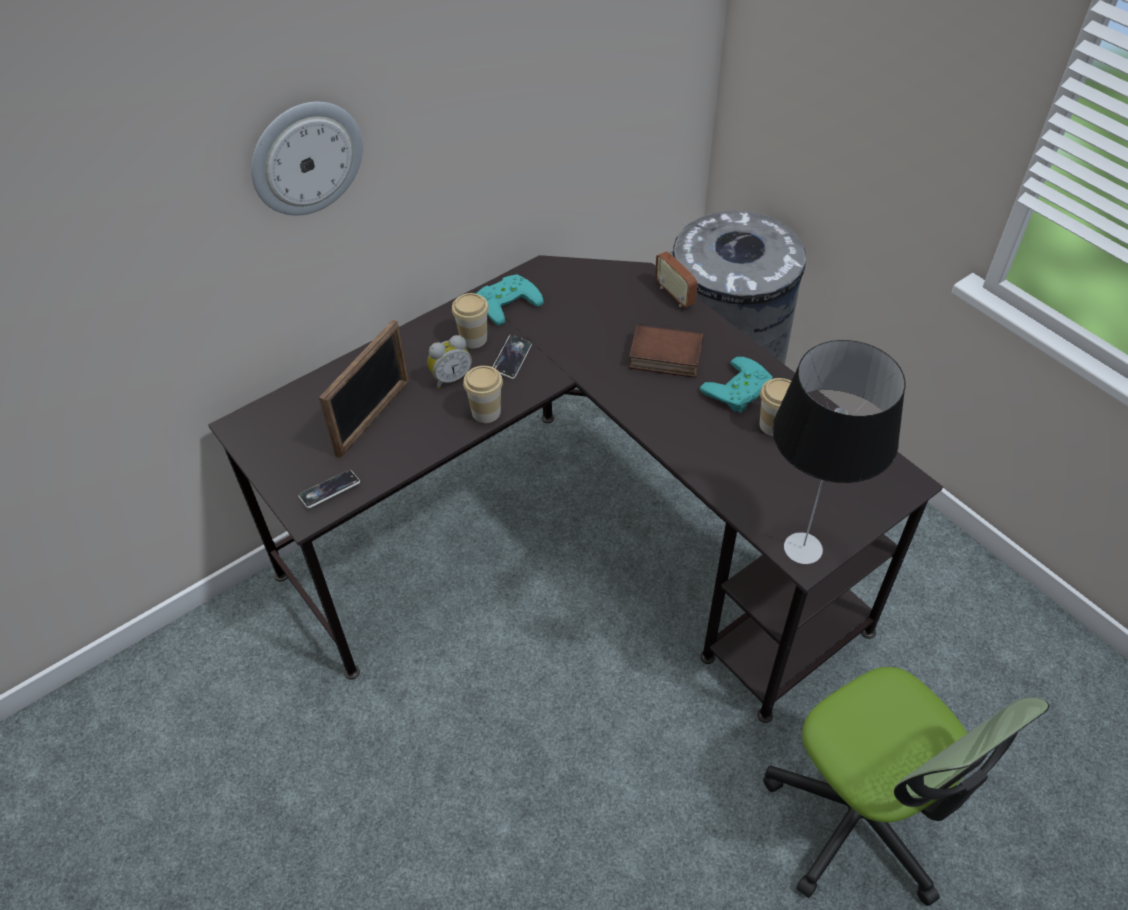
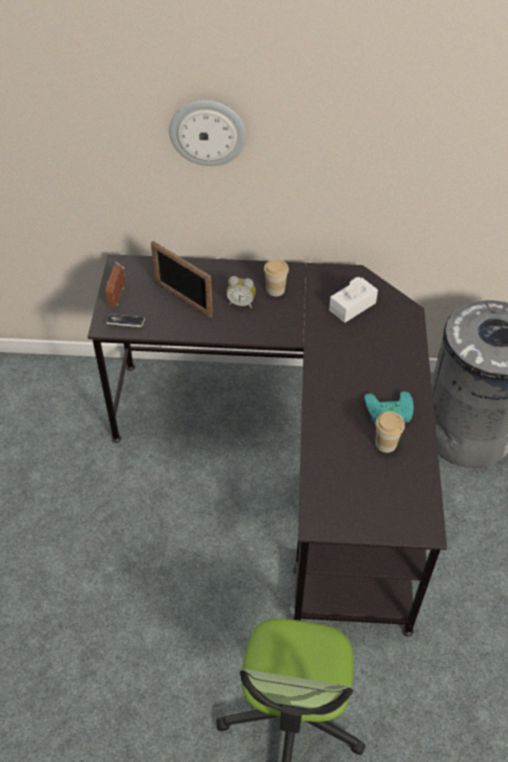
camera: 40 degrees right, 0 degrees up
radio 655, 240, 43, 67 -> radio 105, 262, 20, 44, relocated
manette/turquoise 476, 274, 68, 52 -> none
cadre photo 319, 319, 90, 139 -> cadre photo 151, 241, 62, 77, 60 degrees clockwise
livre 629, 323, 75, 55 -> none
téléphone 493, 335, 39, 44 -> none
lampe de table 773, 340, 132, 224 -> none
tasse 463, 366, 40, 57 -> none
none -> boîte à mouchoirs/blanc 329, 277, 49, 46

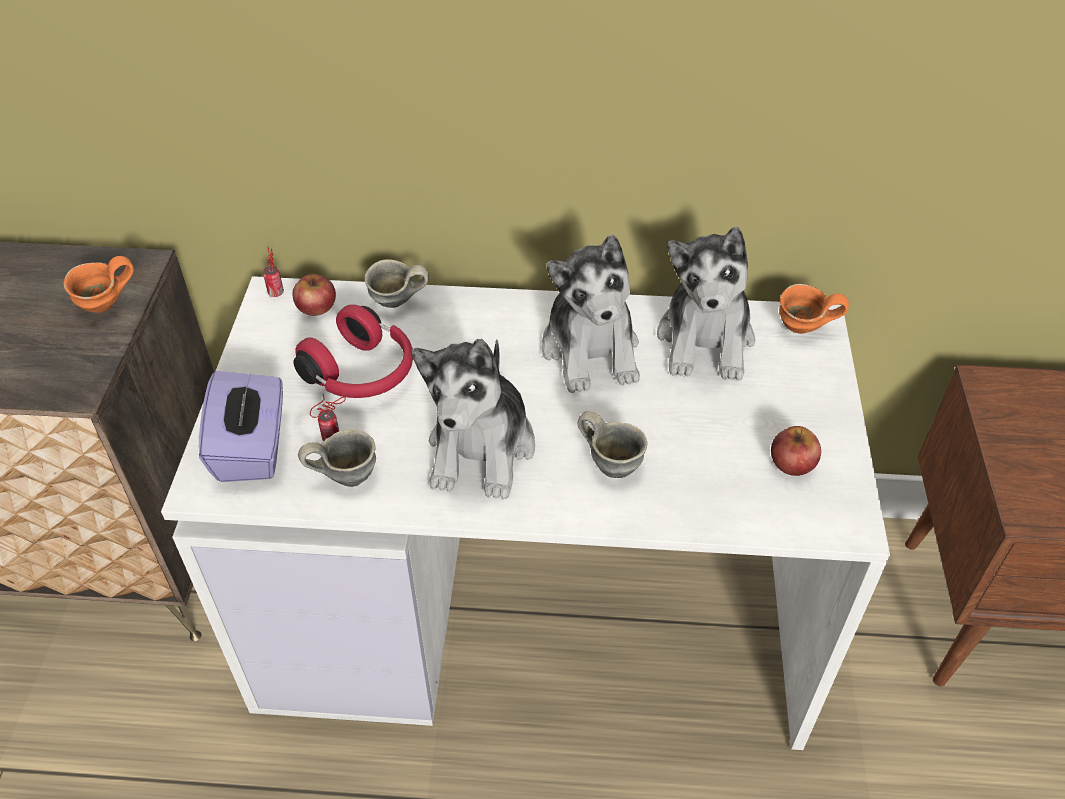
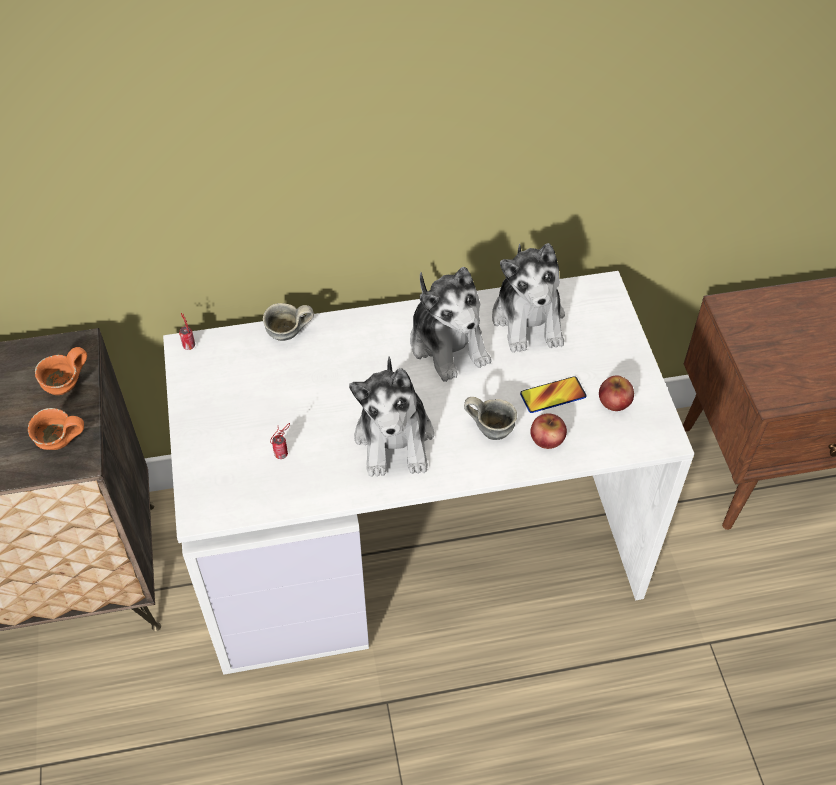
camera: 15 degrees left, 5 degrees up
pomme 293, 274, 43, 42 -> pomme 530, 413, 37, 36, relocated
mug/orange 779, 284, 70, 50 -> mug/orange 28, 408, 56, 42, relocated
casque audio/rouge 293, 304, 120, 94 -> none
boîte à mouchoirs/violet 199, 371, 84, 111 -> none
mug/gris 298, 429, 78, 58 -> none
none -> téléphone 520, 376, 67, 37

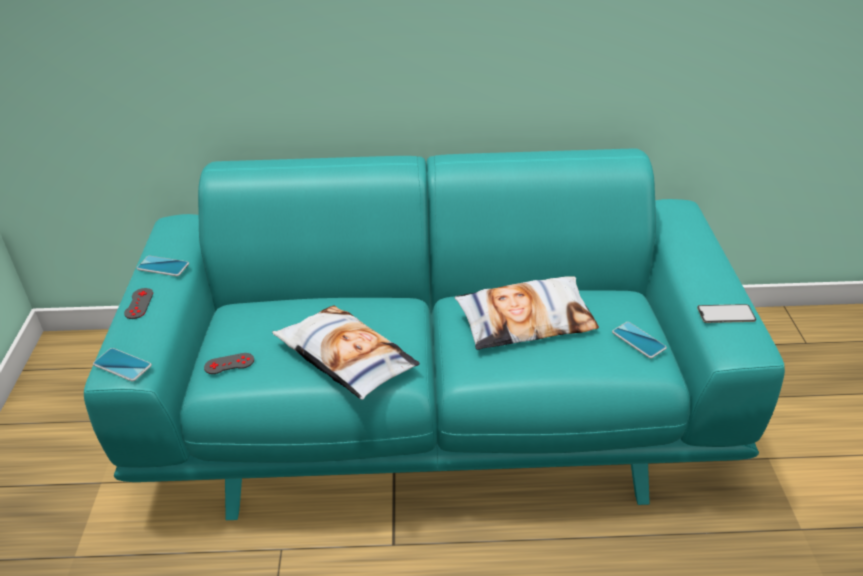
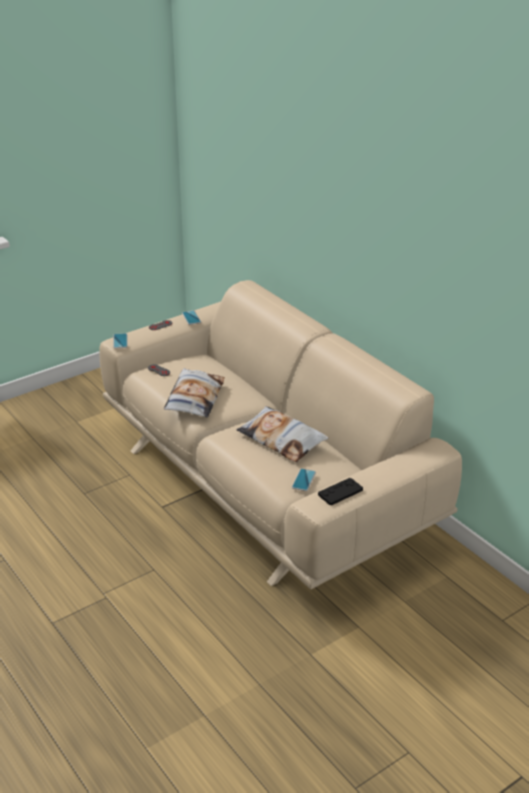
camera: 55 degrees right, 5 degrees down
canapé/turquoise 84, 148, 701, 372 -> canapé/beige 99, 280, 363, 309
téléphone 697, 304, 59, 19 -> manette/noir 318, 478, 45, 27

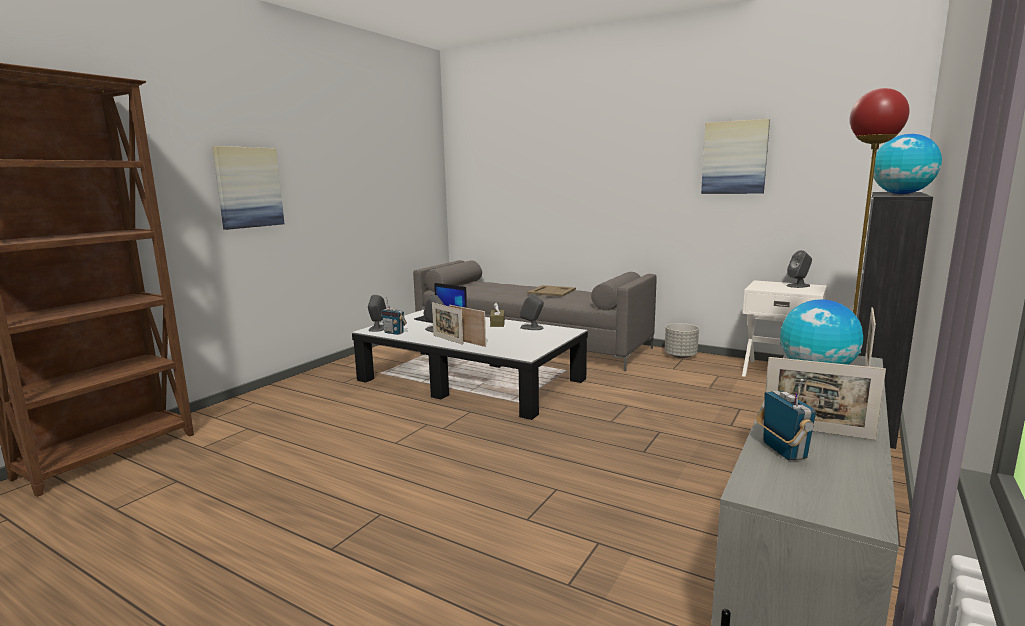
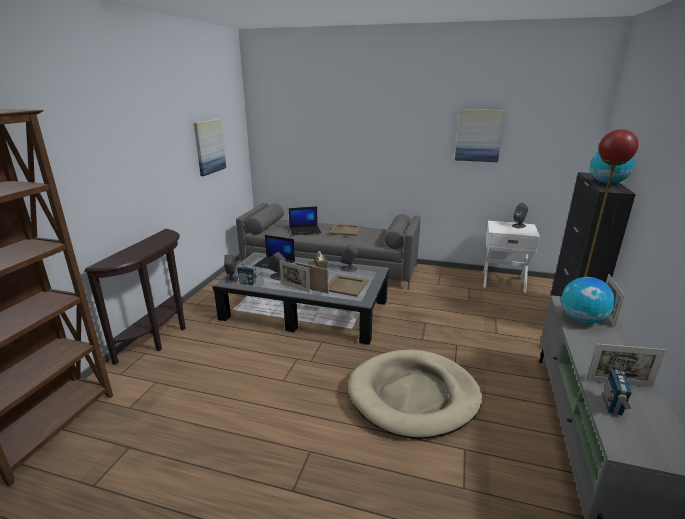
camera: 15 degrees left, 10 degrees up
tableau 212, 146, 72, 84 -> tableau 194, 119, 32, 57, relocated
cache-pot/gris 665, 323, 34, 35 -> none
radio 756, 379, 60, 81 -> radio 603, 357, 29, 59, 135 degrees counterclockwise
none -> ordinateur portable 289, 206, 32, 30
none -> table console/marron 84, 229, 102, 136
none -> plateau/beige 328, 274, 41, 23
none -> panier pour chien/beige 349, 350, 134, 89

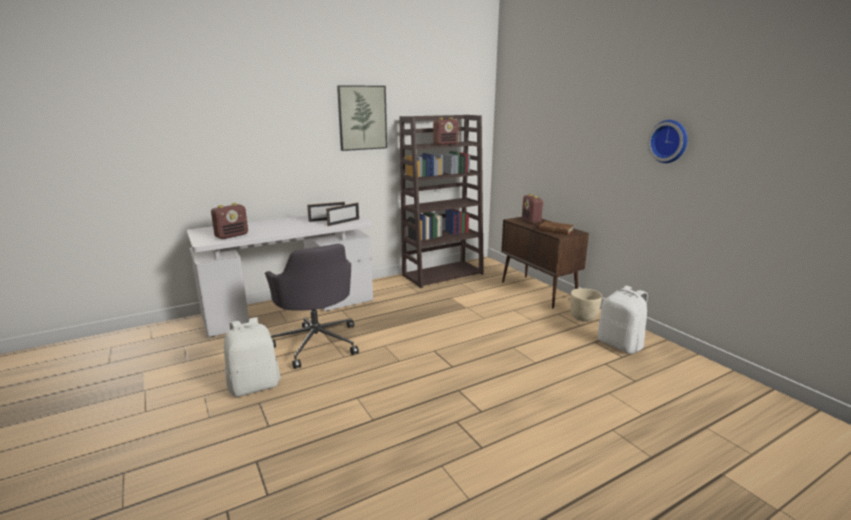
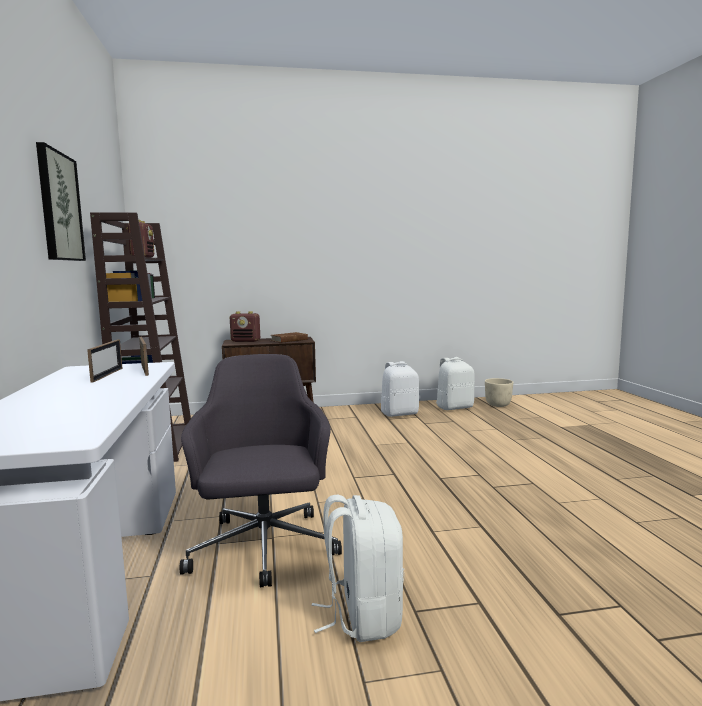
camera: 70 degrees left, 10 degrees down
horloge murale 648, 120, 40, 43 -> none
radio 211, 203, 37, 36 -> none
chaise de bureau/gris 265, 243, 94, 126 -> chaise de bureau/gris 180, 354, 162, 233, 90 degrees counterclockwise
cache-pot/beige 570, 288, 32, 34 -> cache-pot/beige 485, 378, 29, 29, relocated
none -> sac à dos/blanc 436, 357, 39, 53

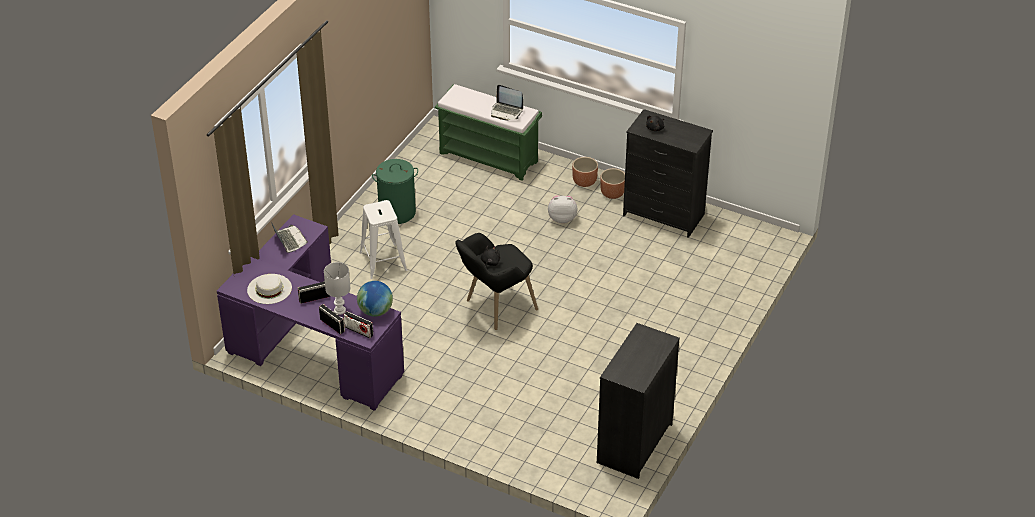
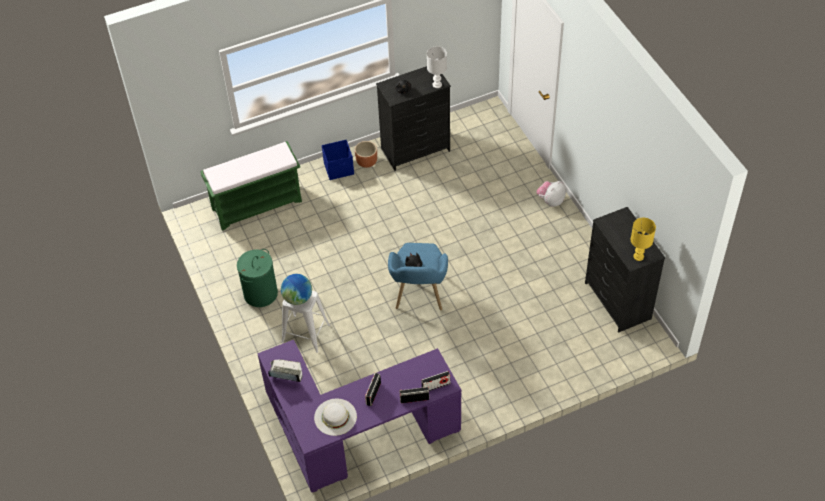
camera: 50 degrees left, 10 degrees up
ordinateur portable 491, 85, 32, 36 -> none
cache-pot/marron 572, 157, 26, 30 -> boîte de rangement/bleu 322, 140, 32, 40
peluche 548, 196, 29, 27 -> peluche 537, 181, 29, 26, relocated
fauteuil/noir 455, 233, 83, 97 -> fauteuil/bleu 388, 243, 60, 68
lampe de table/blanc 324, 262, 26, 53 -> lampe de table/blanc 427, 46, 20, 42, relocated
globe 357, 281, 36, 36 -> globe 281, 274, 31, 31, relocated
none -> lampe de table/jaune 631, 218, 25, 43

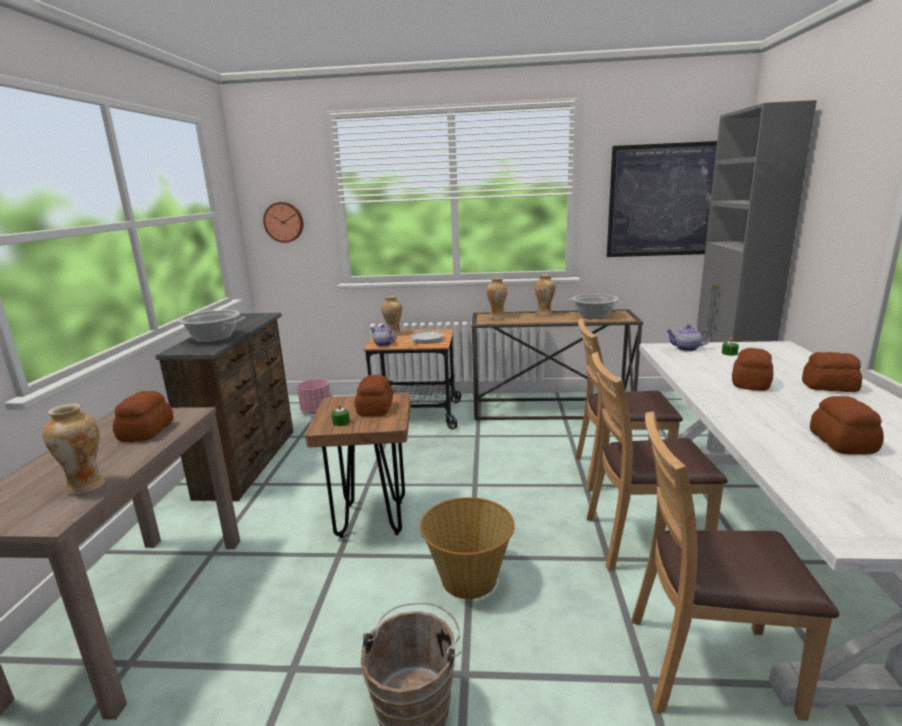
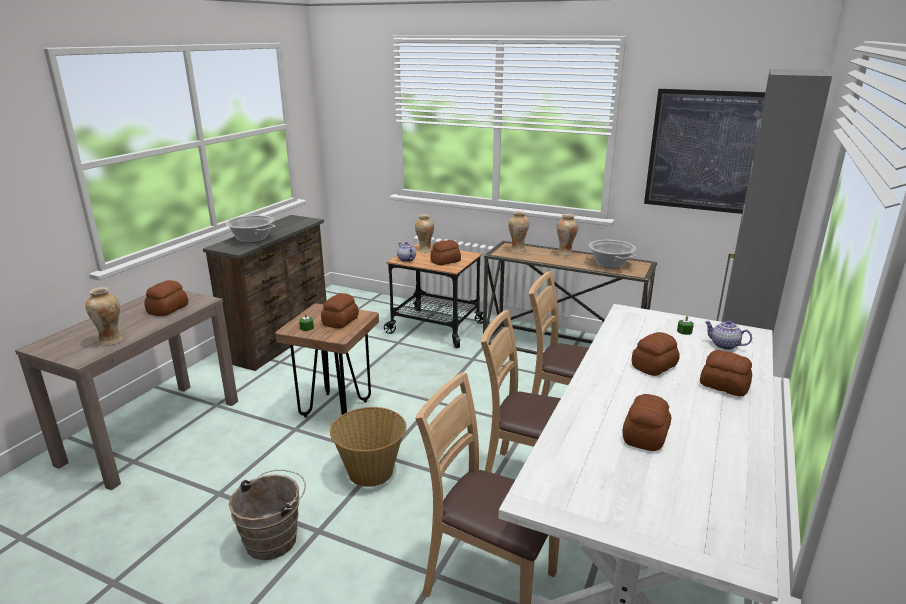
camera: 20 degrees right, 5 degrees up
horloge murale 263, 202, 40, 41 -> none
théière 666, 325, 45, 26 -> théière 704, 320, 48, 30, relocated
poêle 403, 331, 41, 13 -> pain 430, 240, 31, 25
cache-pot/rose 297, 379, 33, 35 -> none

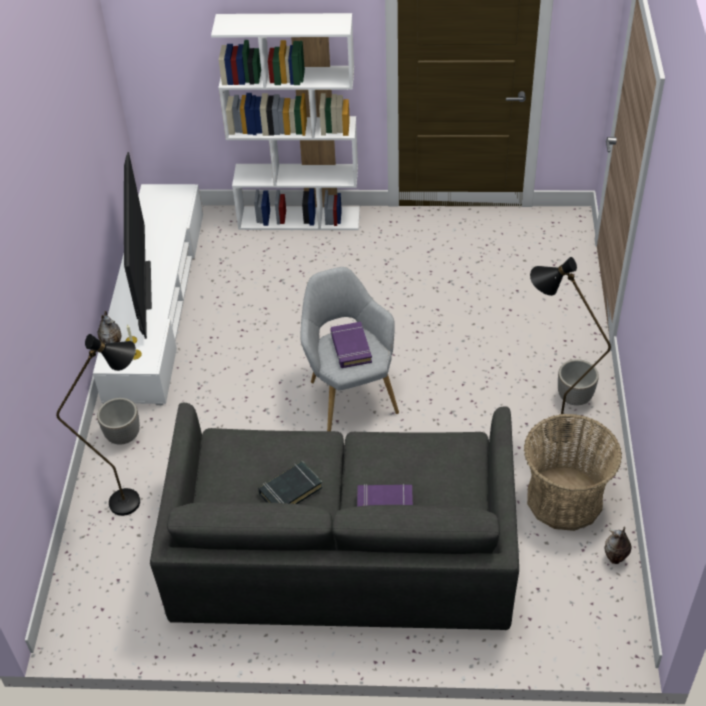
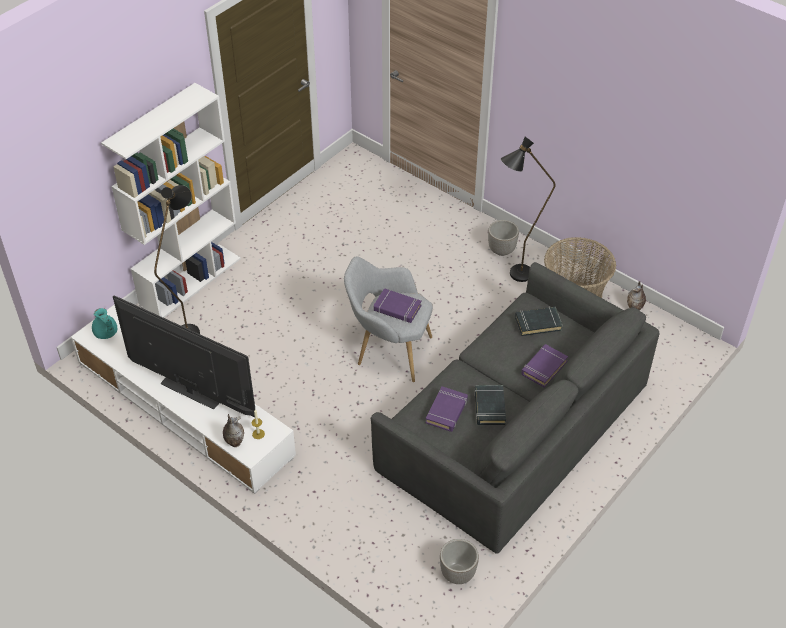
camera: 55 degrees left, 0 degrees up
lampadaire/noir 56, 334, 84, 182 -> lampadaire/noir 154, 185, 46, 149, relocated
cache-pot 97, 398, 43, 47 -> cache-pot 440, 539, 39, 45, relocated
none -> livre/noir 515, 307, 48, 29
none -> théière/turquoise 92, 308, 25, 31
none -> livre/violet 426, 386, 42, 46

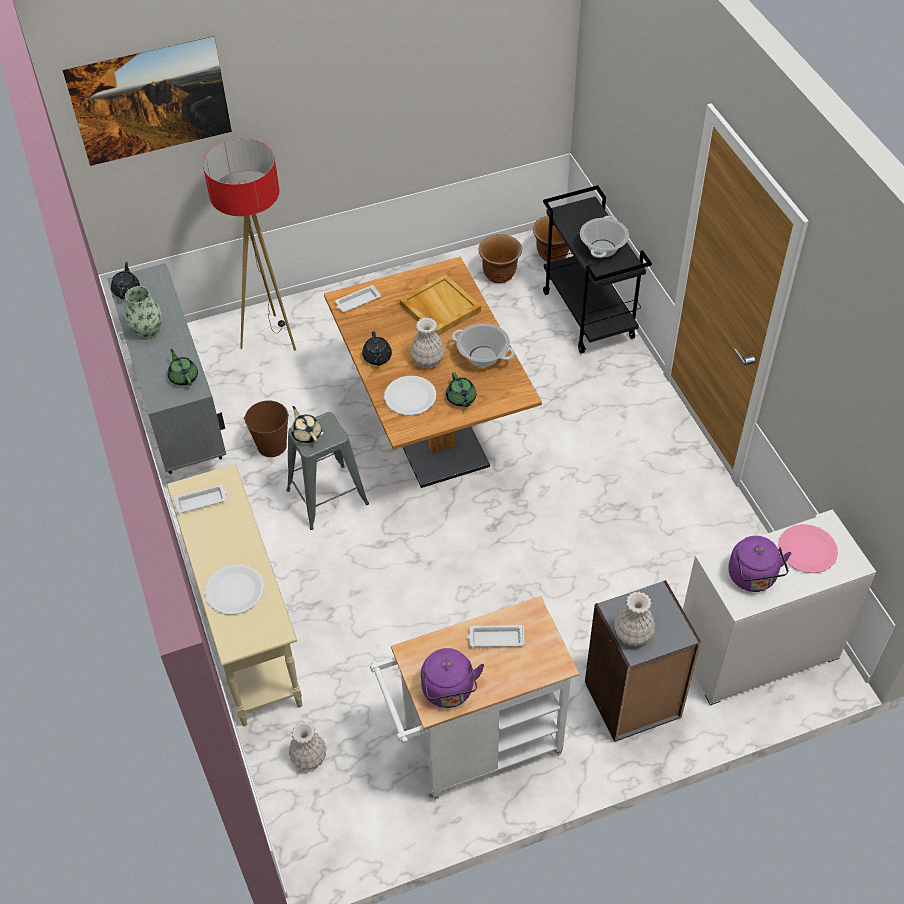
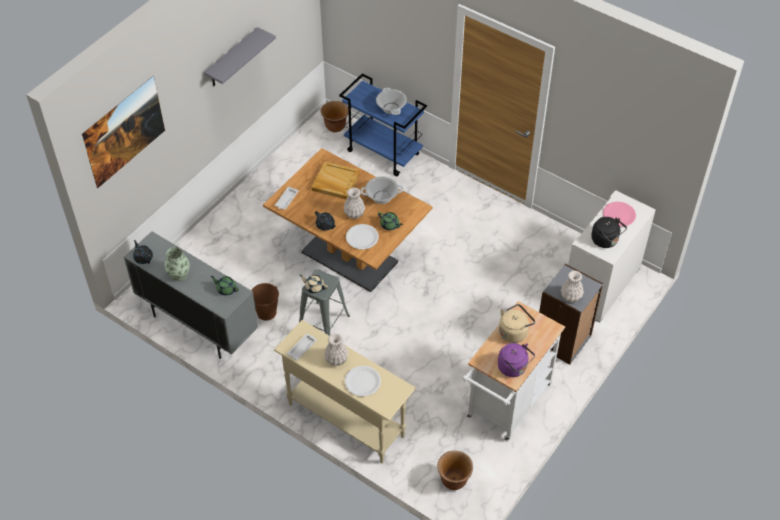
camera: 35 degrees left, 0 degrees up
lampadaire 203, 139, 93, 212 -> none
chariot/noir 543, 185, 109, 169 -> chariot/bleu 339, 73, 88, 103
cache-pot/marron 479, 234, 43, 49 -> cache-pot/marron 437, 451, 36, 39, relocated
bouilloire/violet 729, 536, 62, 56 -> bouilloire/noir 591, 217, 36, 31
plateau/blanc 467, 625, 58, 22 -> bouilloire/beige 499, 304, 36, 39
vase/blanc 289, 721, 38, 49 -> vase/blanc 324, 333, 24, 33, relocated
none -> étagère/gris 204, 27, 72, 59

